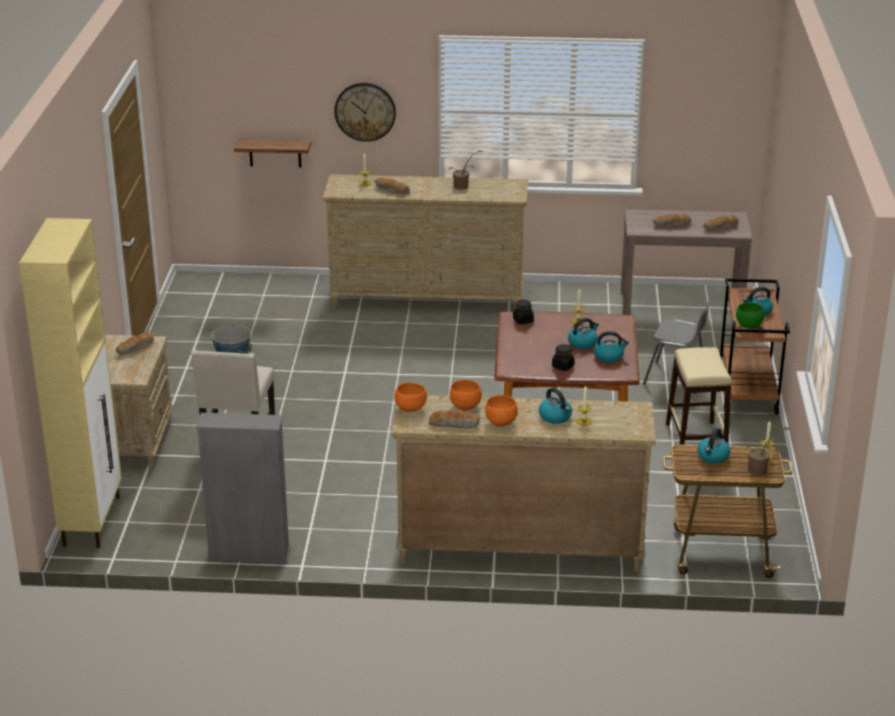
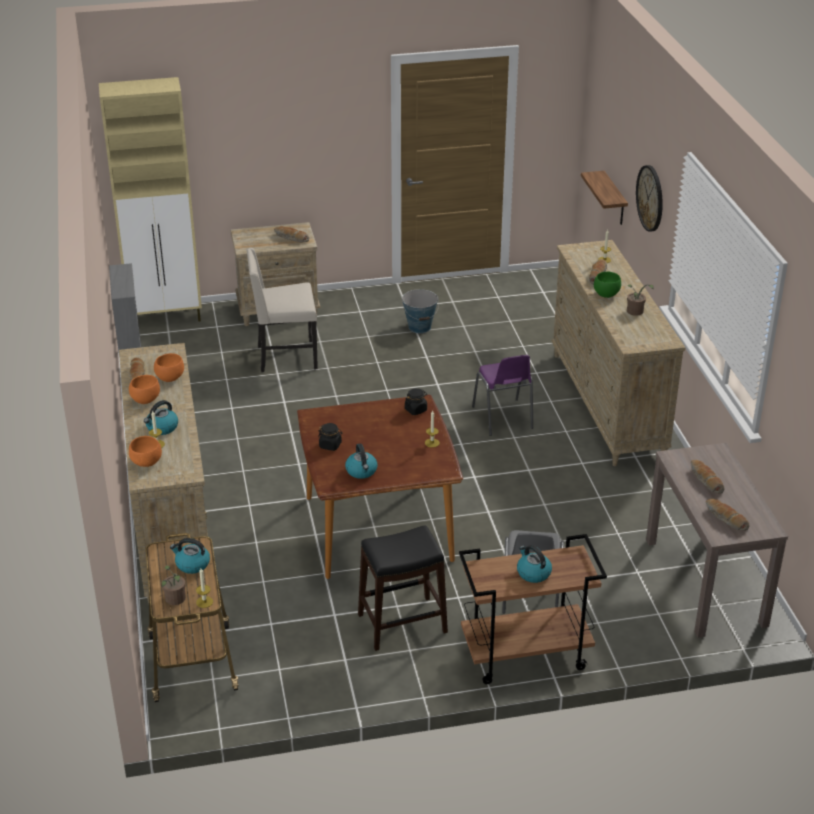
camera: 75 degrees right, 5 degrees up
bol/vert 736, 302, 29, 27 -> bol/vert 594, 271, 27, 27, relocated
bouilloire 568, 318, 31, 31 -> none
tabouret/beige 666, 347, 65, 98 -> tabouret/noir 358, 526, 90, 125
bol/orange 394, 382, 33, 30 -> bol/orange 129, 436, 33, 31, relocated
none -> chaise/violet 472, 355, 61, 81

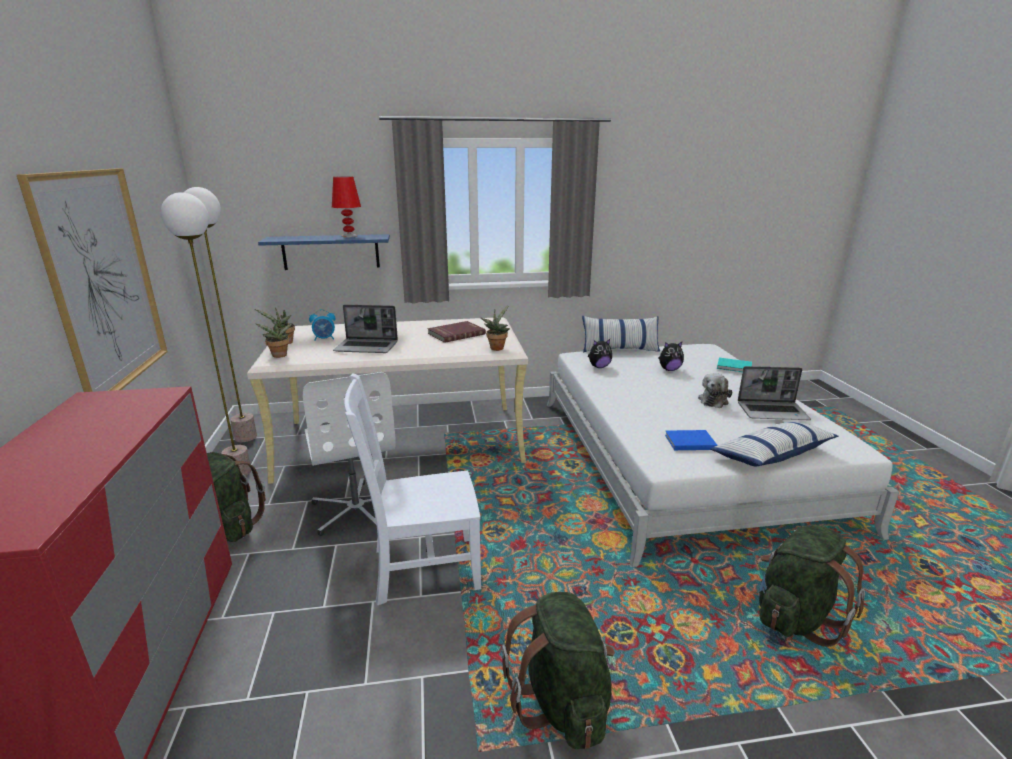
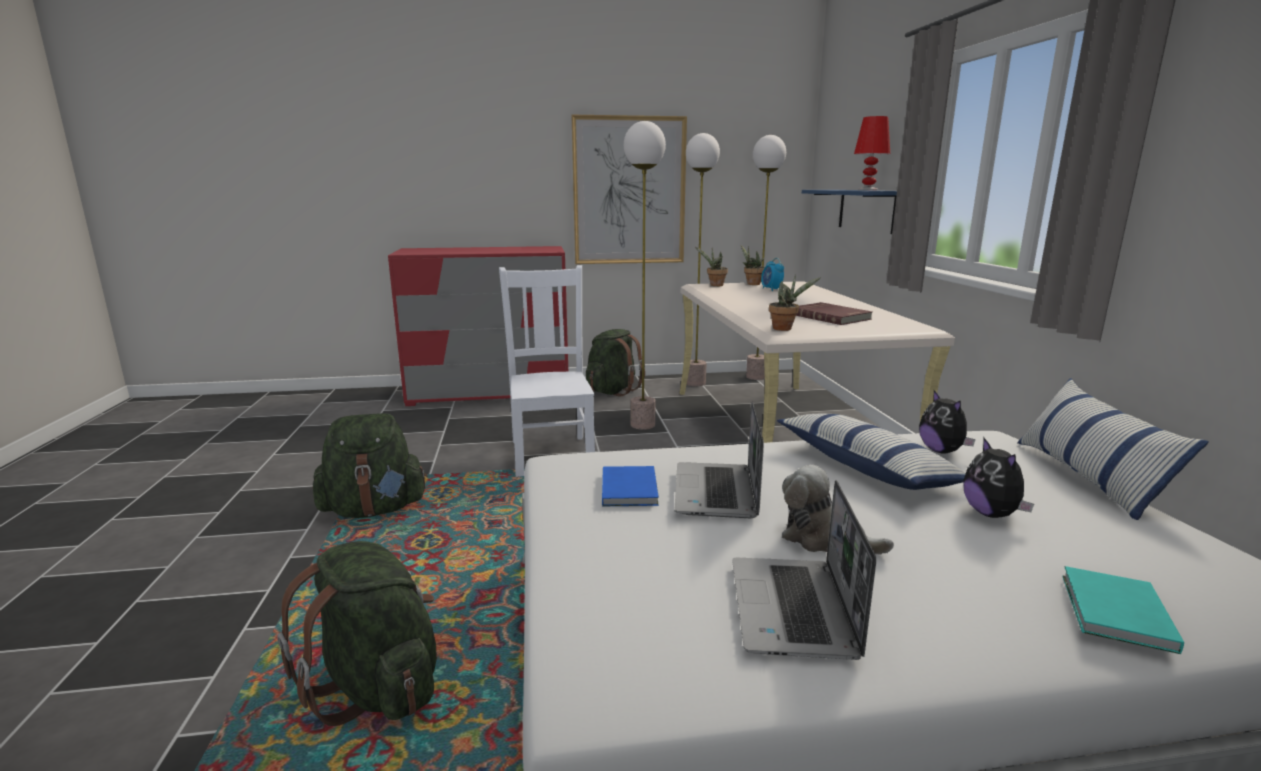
camera: 90 degrees right, 5 degrees down
ordinateur portable 333, 305, 65, 48 -> ordinateur portable 675, 401, 89, 117, relocated
chaise de bureau/blanc 303, 372, 93, 164 -> lampadaire 624, 121, 42, 309
coussin 710, 421, 128, 45 -> coussin 777, 414, 189, 76, relocated

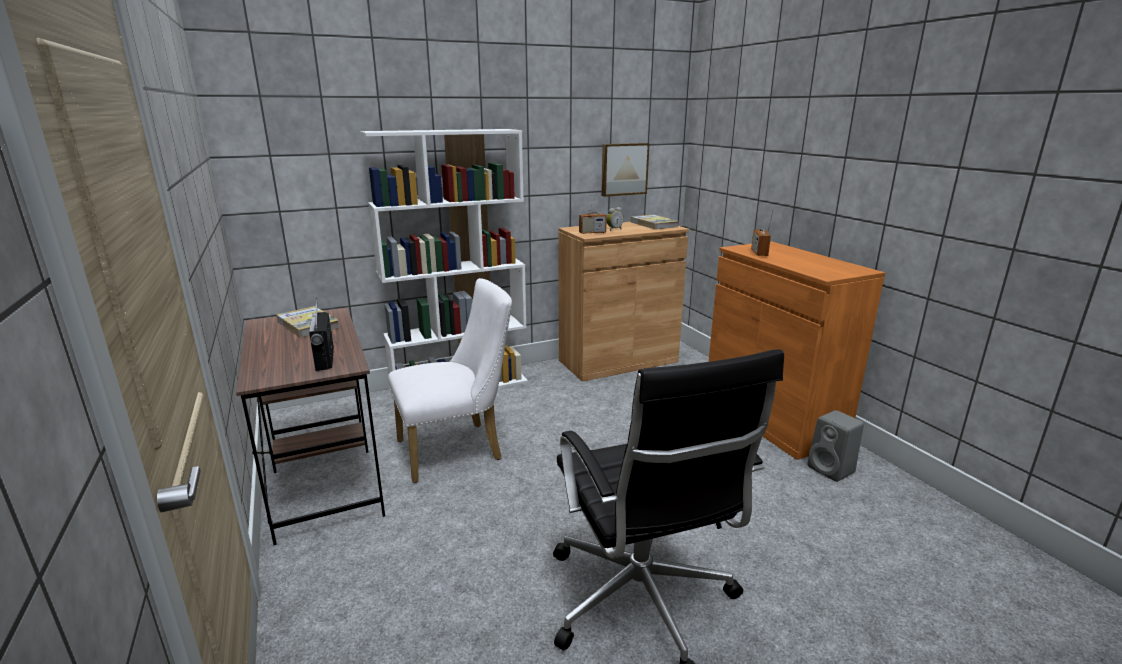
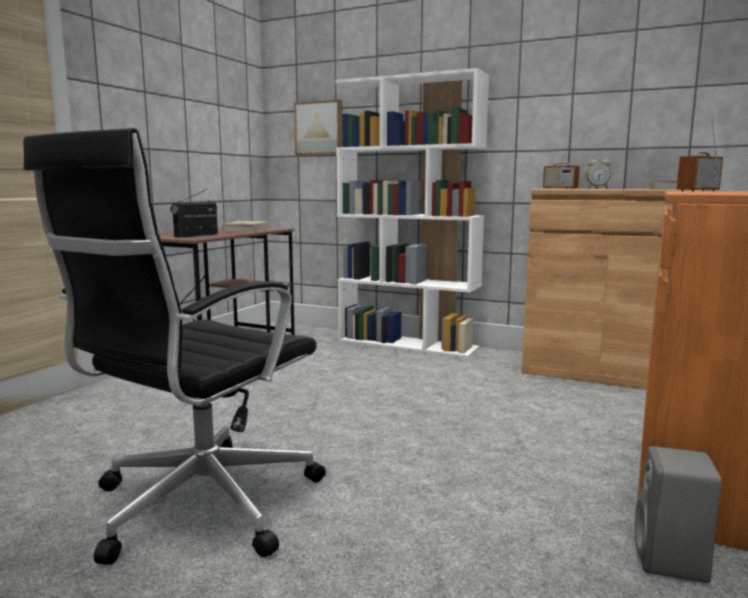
camera: 50 degrees right, 10 degrees down
tableau 601, 143, 49, 54 -> tableau 294, 100, 48, 55, relocated
chaise/blanc 388, 278, 124, 205 -> none

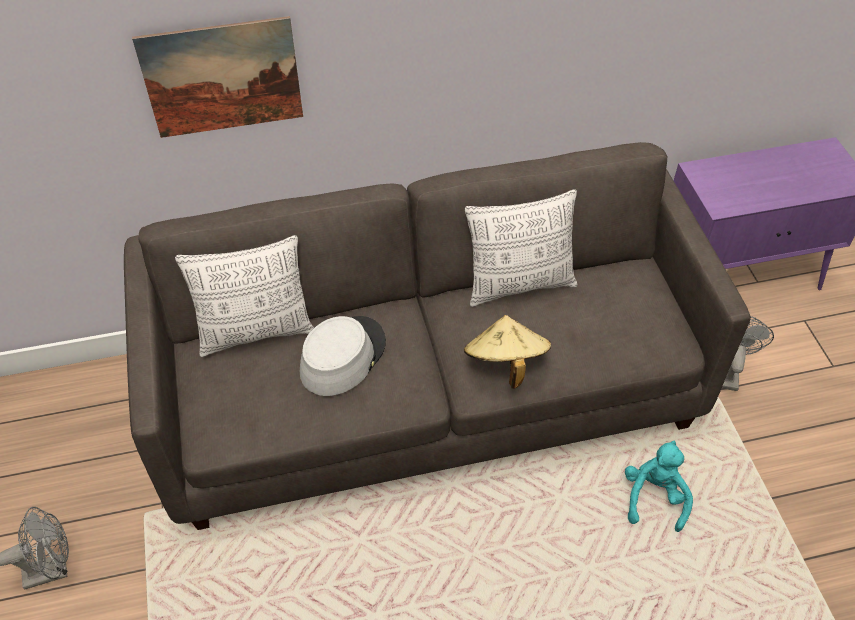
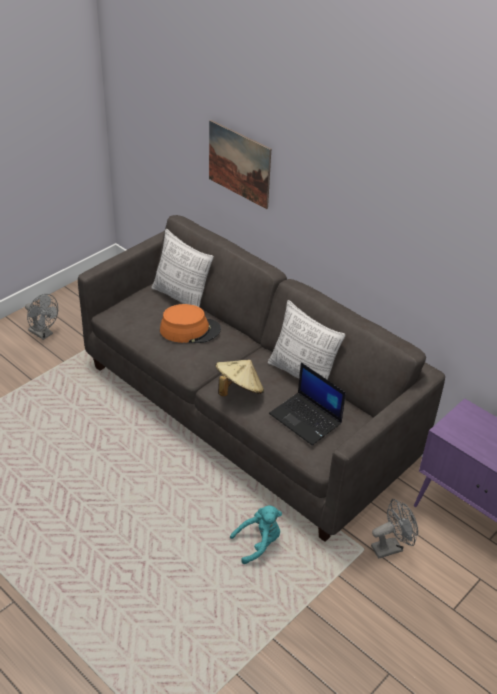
camera: 55 degrees right, 10 degrees down
chapeau/gris 300, 316, 86, 80 -> chapeau/orange 160, 304, 61, 39
none -> ordinateur portable 269, 362, 77, 83

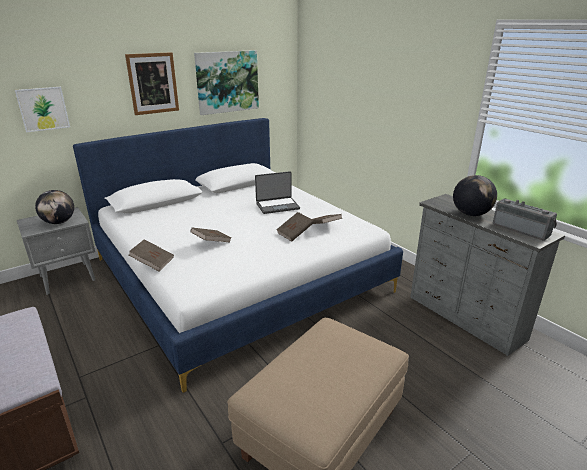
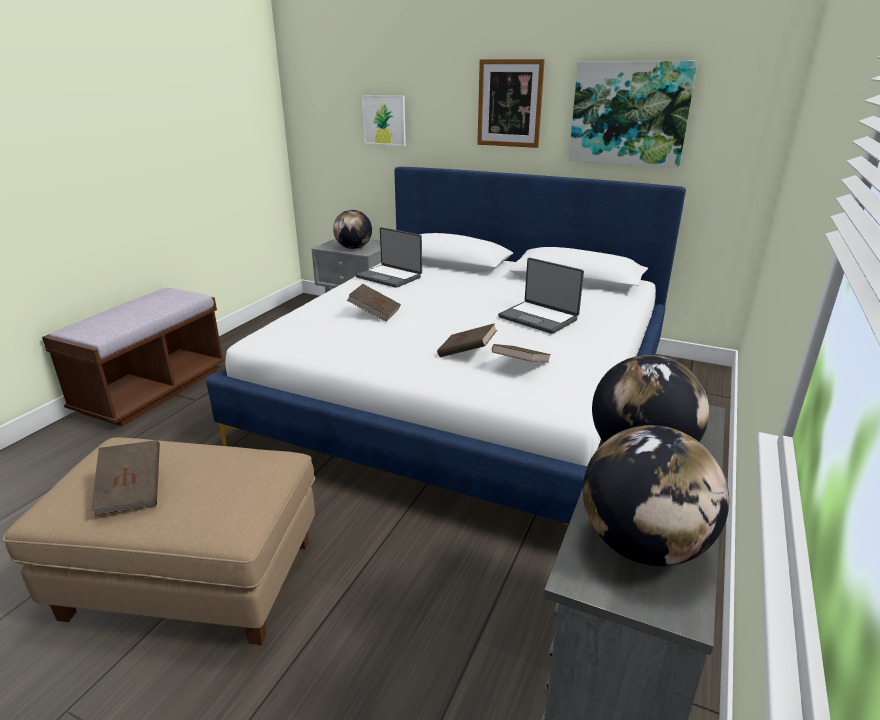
camera: 60 degrees right, 0 degrees up
radio 493, 198, 64, 42 -> globe 583, 425, 146, 141
livre/marron 128, 239, 46, 32 -> livre/marron 91, 440, 69, 75, relocated
none -> ordinateur portable 356, 227, 66, 61

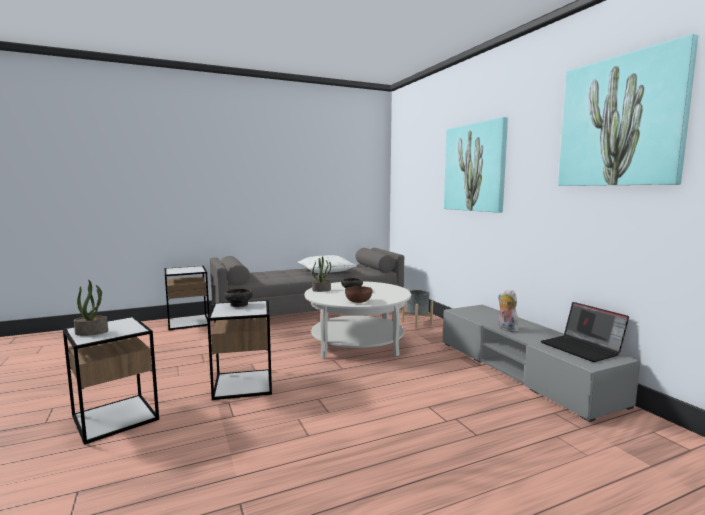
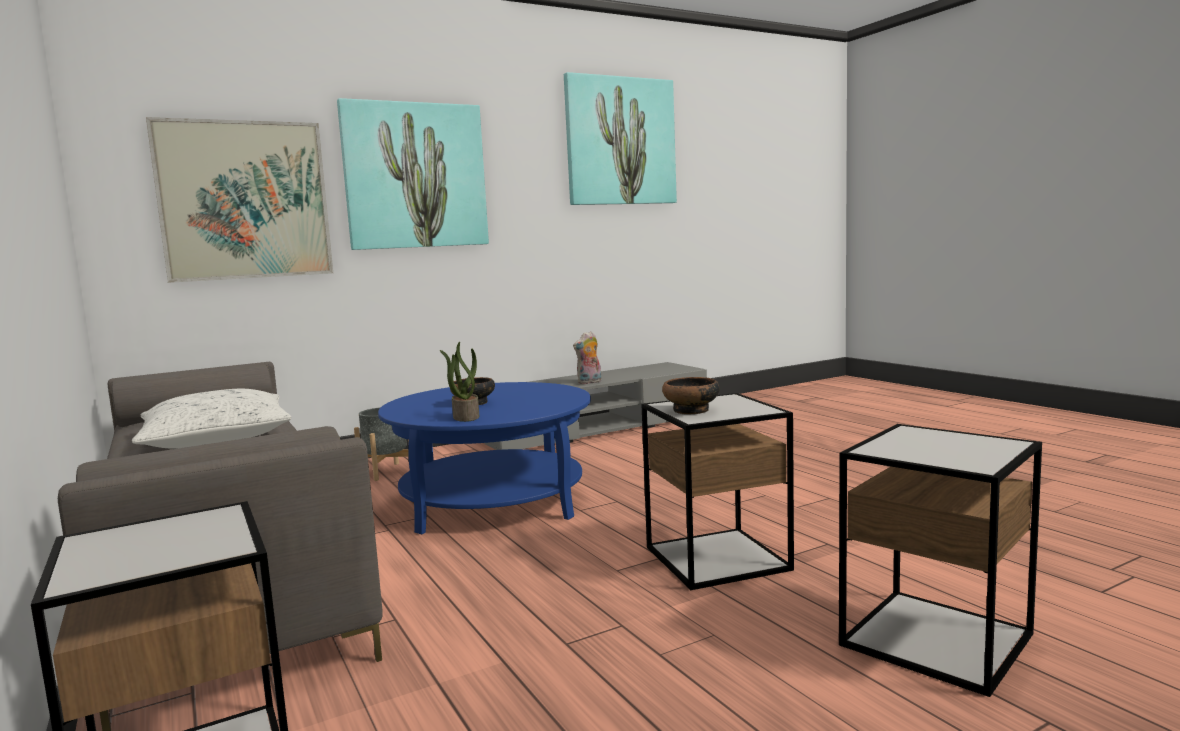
camera: 95 degrees left, 0 degrees up
plante en pot 74, 280, 34, 56 -> none
table basse/blanc 304, 281, 107, 77 -> table basse/bleu 378, 382, 213, 152
bol/marron 345, 286, 27, 17 -> none
ordinateur portable 541, 302, 88, 60 -> none
none -> tableau 146, 117, 187, 166

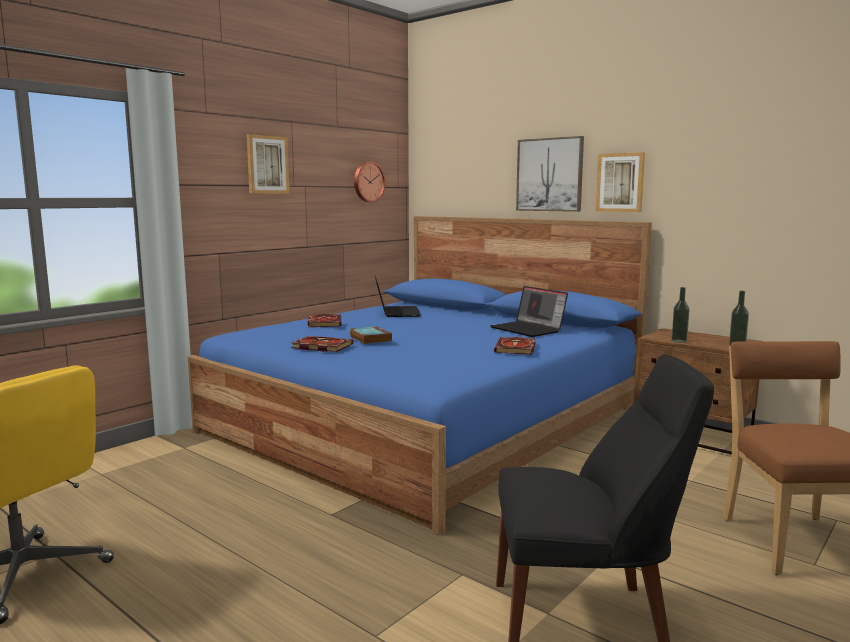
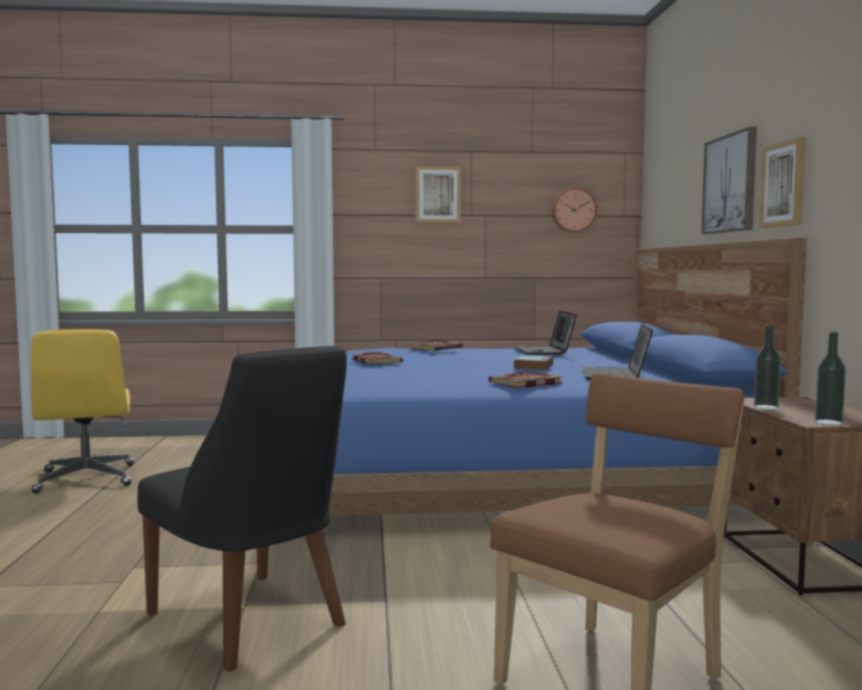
camera: 45 degrees right, 5 degrees down
ordinateur portable 375, 276, 46, 41 -> ordinateur portable 514, 311, 63, 44, 135 degrees clockwise
livre 350, 326, 42, 18 -> livre 514, 355, 39, 15, relocated

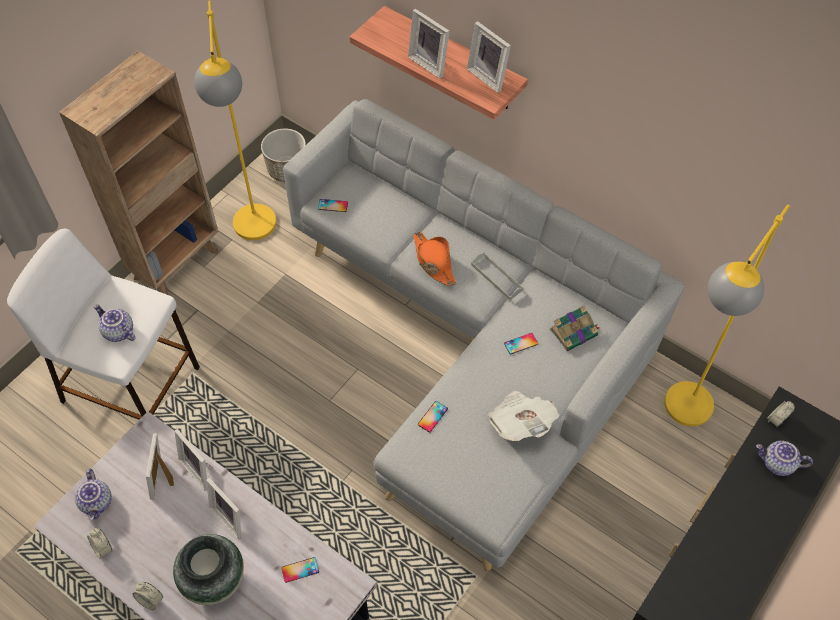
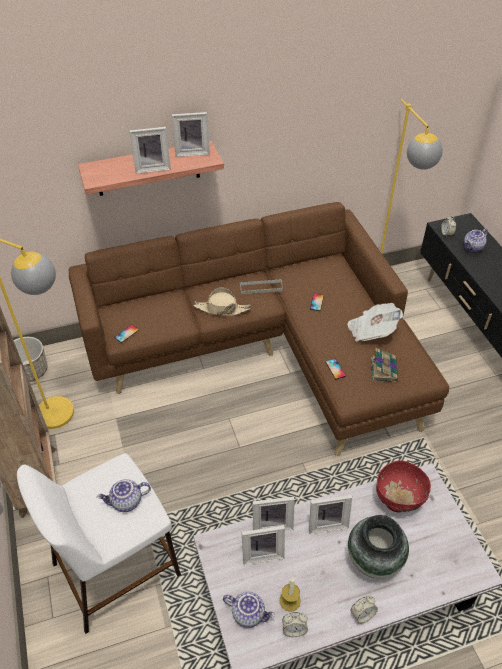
camera: 55 degrees left, 10 degrees down
canapé/gris 283, 99, 401, 472 -> canapé/marron 69, 202, 380, 254
chapeau/orange 413, 232, 43, 54 -> chapeau/beige 193, 287, 58, 29
livre 550, 305, 50, 46 -> livre 371, 348, 27, 34, relocated
cadre photo 146, 433, 28, 67 -> cadre photo 242, 526, 43, 39, 45 degrees counterclockwise
téléphone 281, 557, 38, 26 -> bol/rouge 376, 460, 55, 53
none -> bougie 279, 577, 22, 35

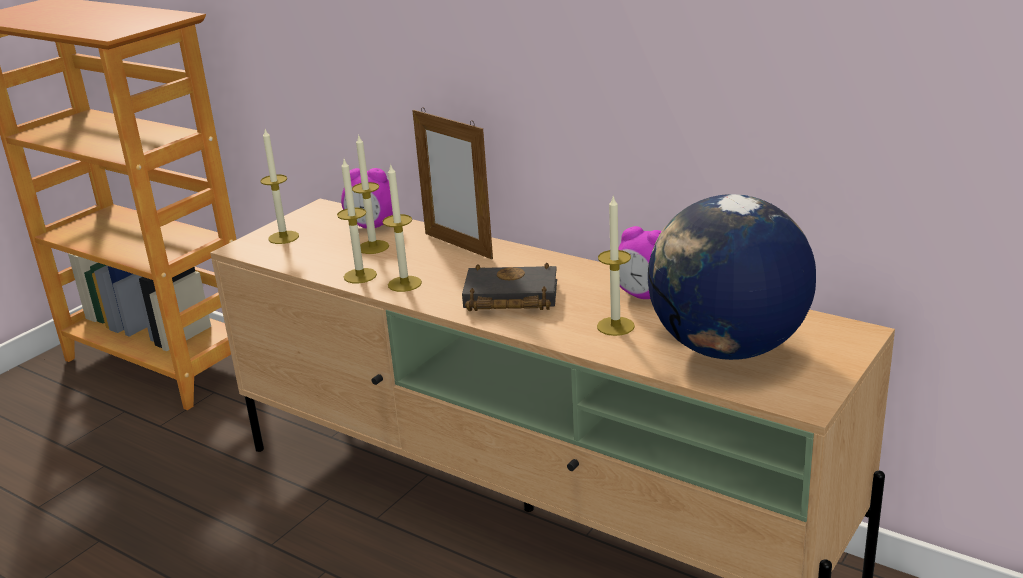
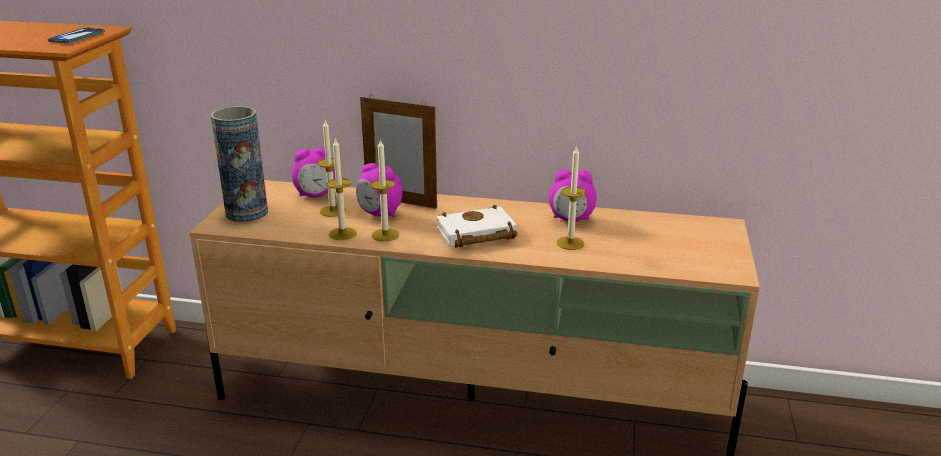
camera: 25 degrees left, 0 degrees up
bougie 260, 129, 39, 115 -> vase 211, 106, 57, 116
globe 648, 194, 168, 166 -> none
livre/noir 462, 263, 95, 48 -> livre/blanc 437, 205, 80, 43
none -> téléphone 48, 27, 57, 16
none -> réveil 356, 163, 46, 54

